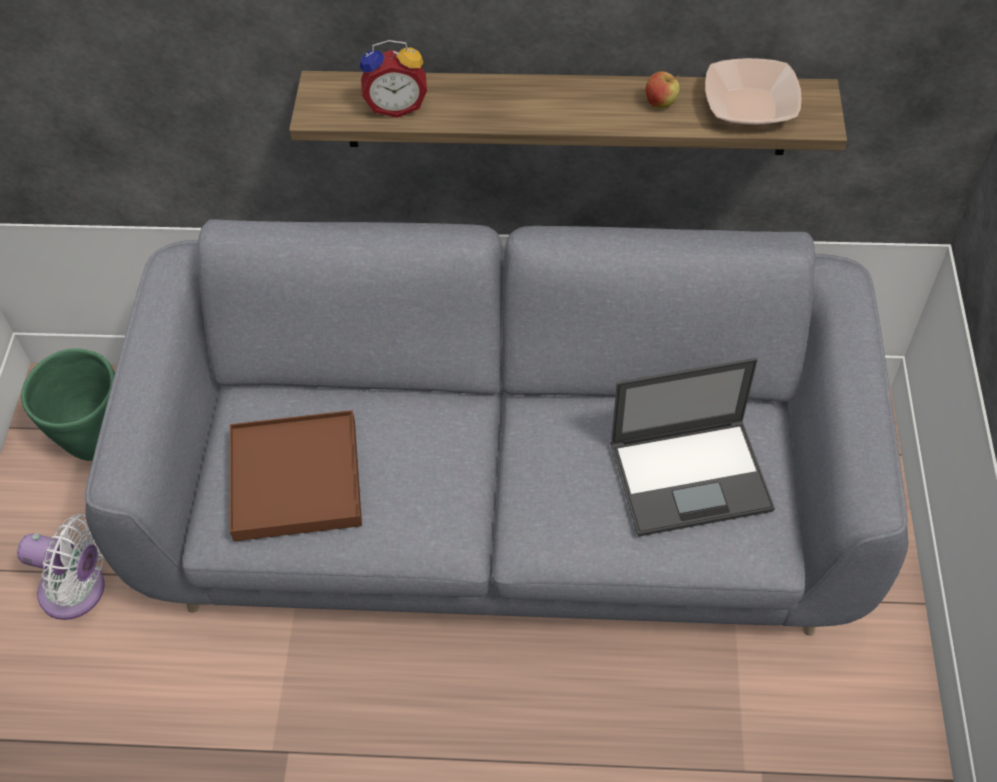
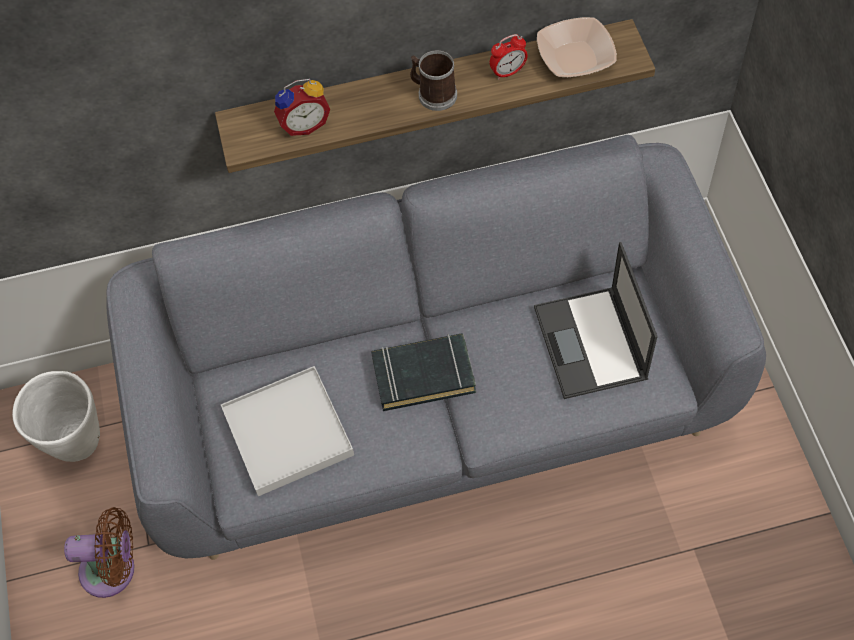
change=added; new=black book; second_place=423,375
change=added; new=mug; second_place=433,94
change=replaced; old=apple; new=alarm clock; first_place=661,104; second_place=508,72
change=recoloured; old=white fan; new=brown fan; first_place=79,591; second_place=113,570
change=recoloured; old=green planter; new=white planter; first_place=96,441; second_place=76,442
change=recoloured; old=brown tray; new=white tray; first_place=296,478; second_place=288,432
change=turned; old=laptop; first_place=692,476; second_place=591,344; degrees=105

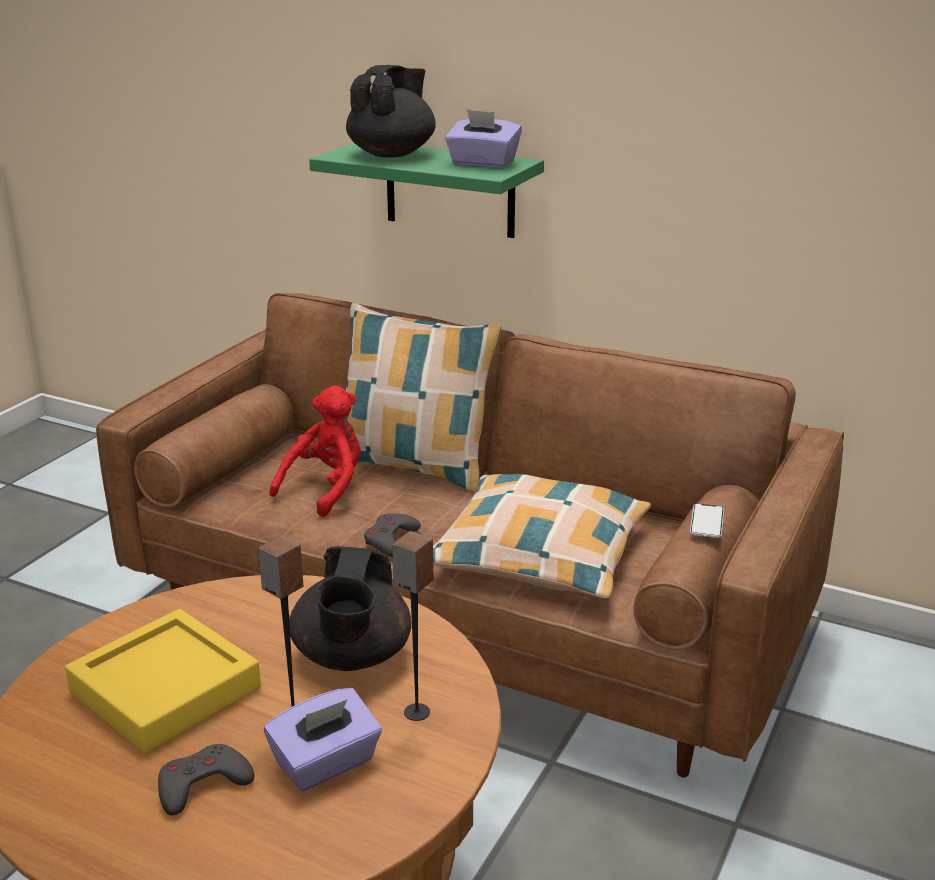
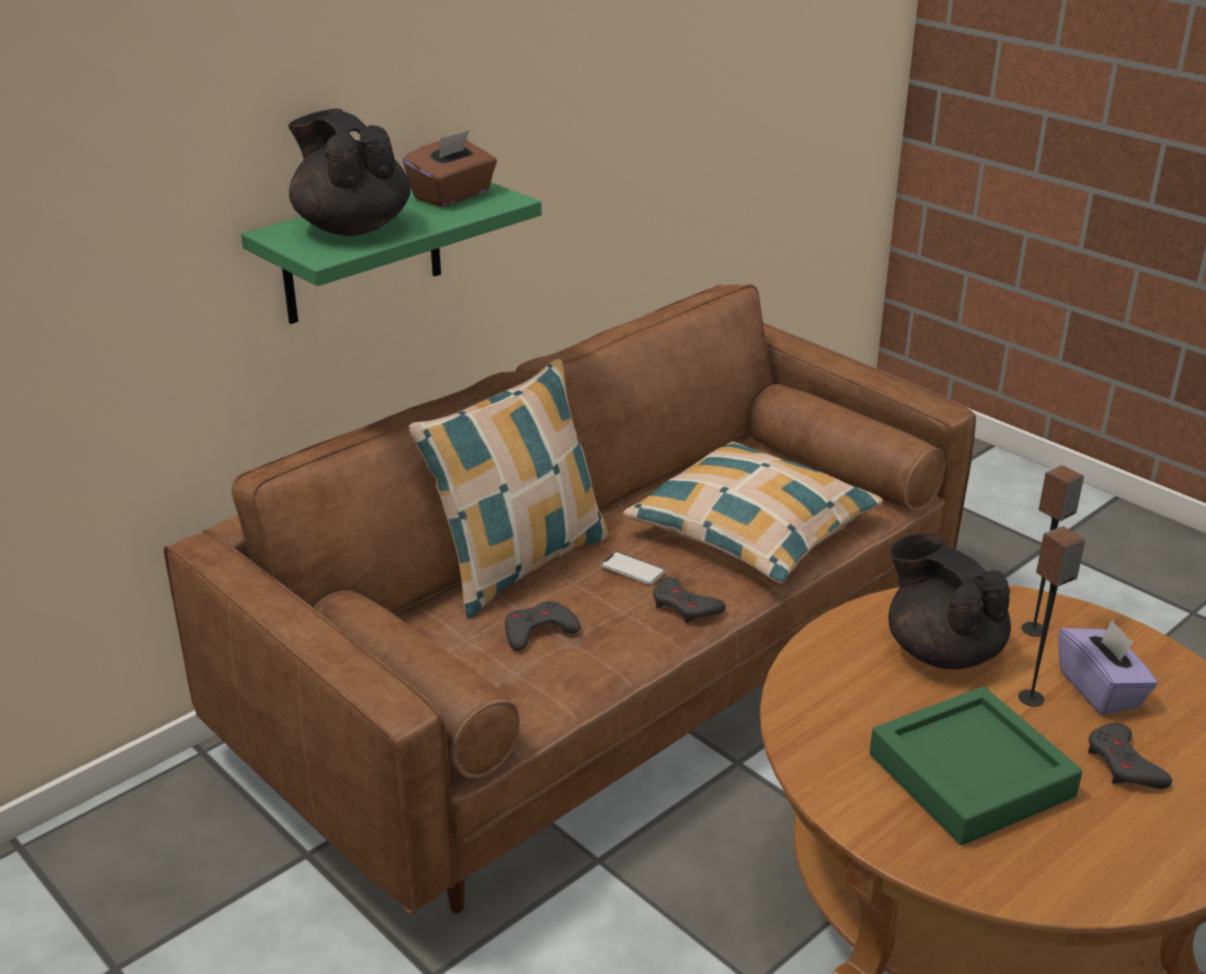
change=moved; old=phone; first_place=707,522; second_place=632,569
change=replaced; old=red plush toy; new=grey game controller; first_place=326,488; second_place=538,631
change=recoloured; old=yellow tray; new=green tray; first_place=165,690; second_place=970,775
change=recoloured; old=purple tissue box; new=brown tissue box; first_place=482,163; second_place=453,196
change=turned; old=black teapot; first_place=352,658; second_place=941,650; degrees=-150

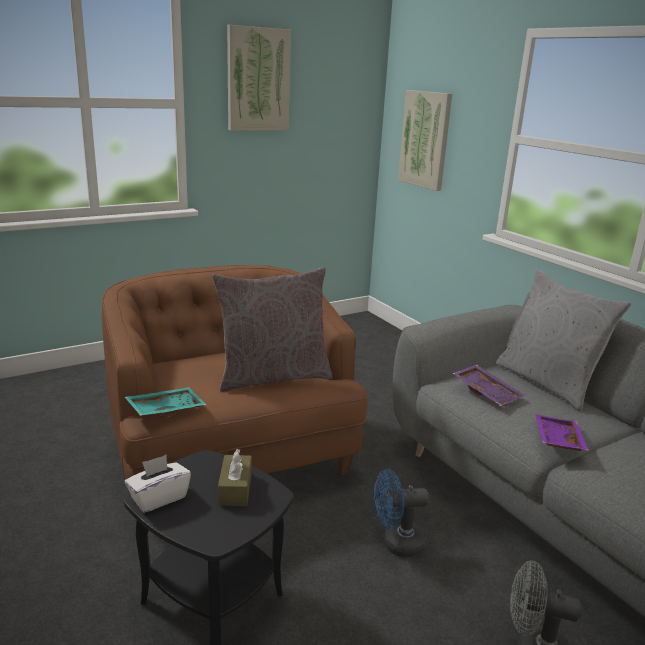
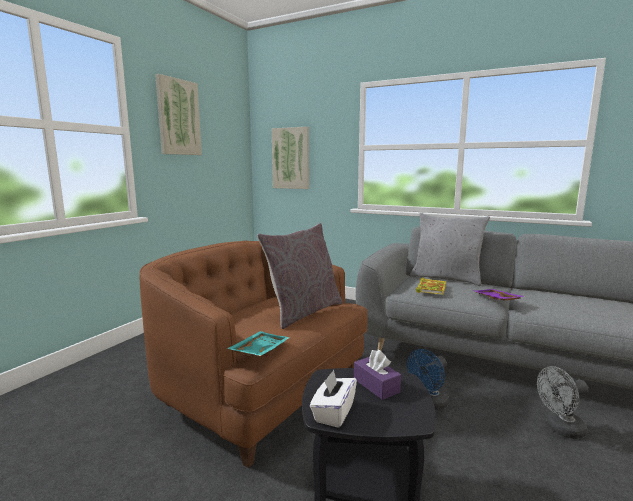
change=replaced; old=purple tray; new=book; first_place=487,392; second_place=431,288
change=recoloured; old=brown tissue box; new=purple tissue box; first_place=235,489; second_place=376,385

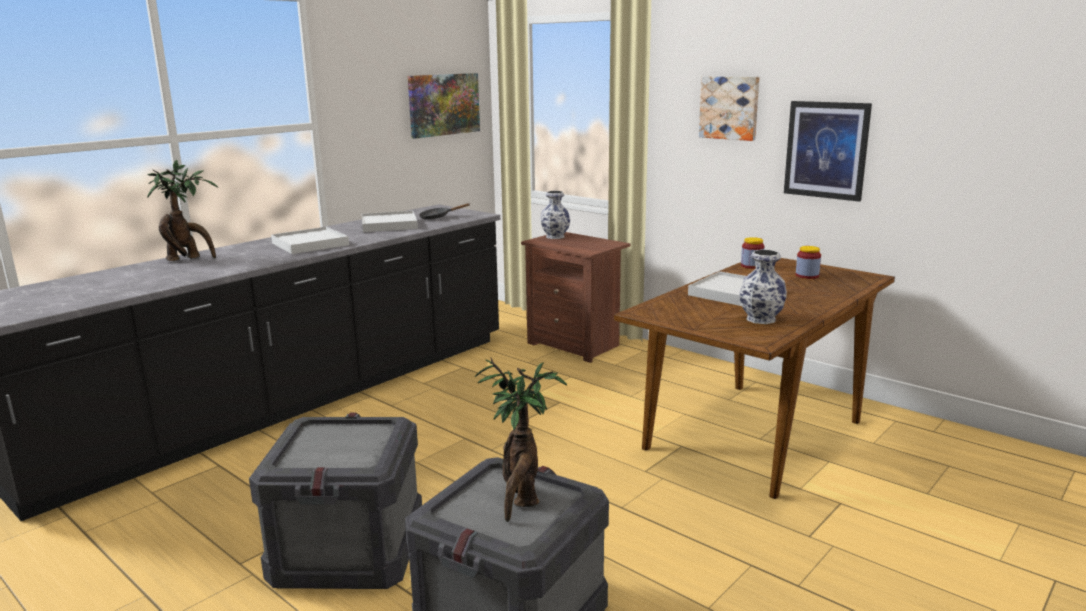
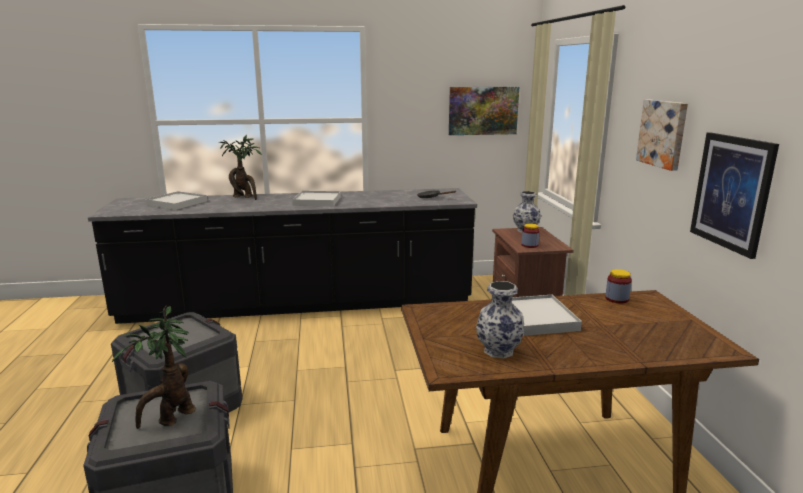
change=moved; old=white tray; first_place=389,225; second_place=176,203
change=moved; old=jar; first_place=807,275; second_place=529,245

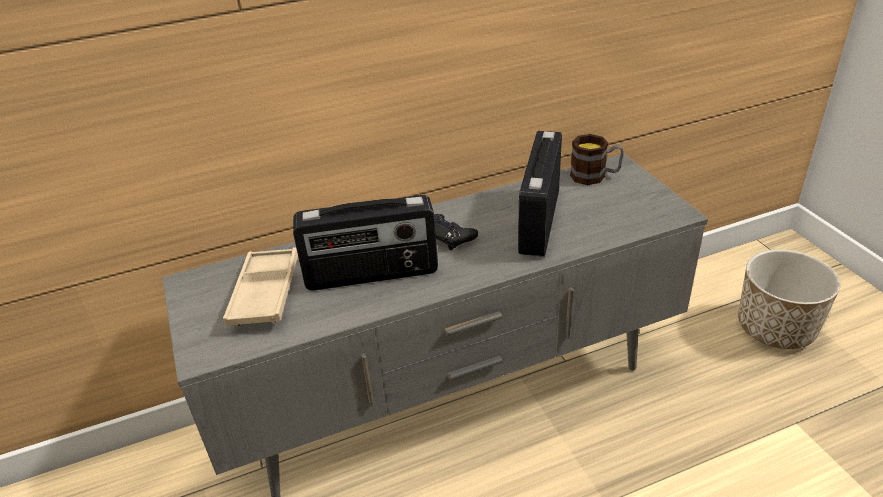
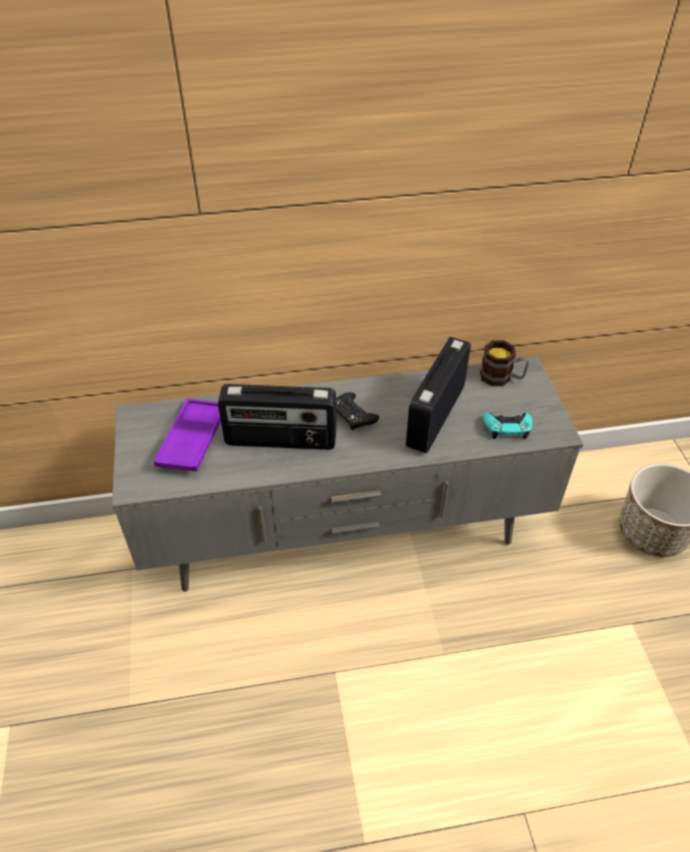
change=added; new=turquoise game controller; second_place=507,427
change=recoloured; old=beige tray; new=purple tray; first_place=265,292; second_place=193,439

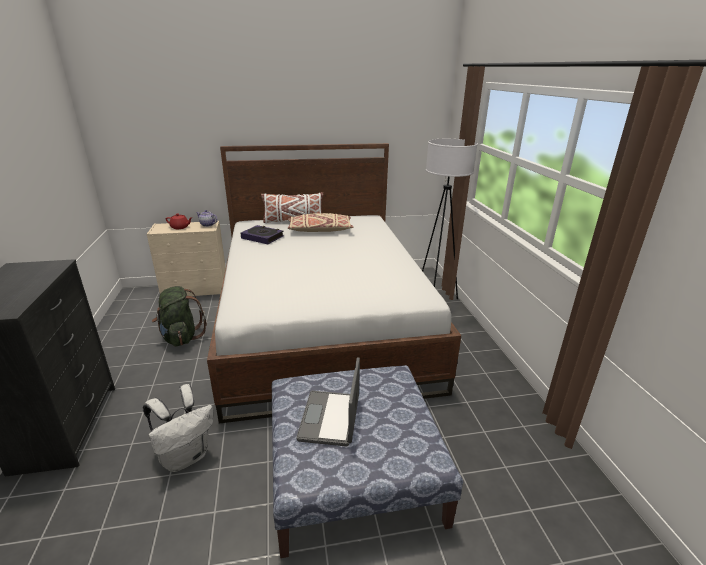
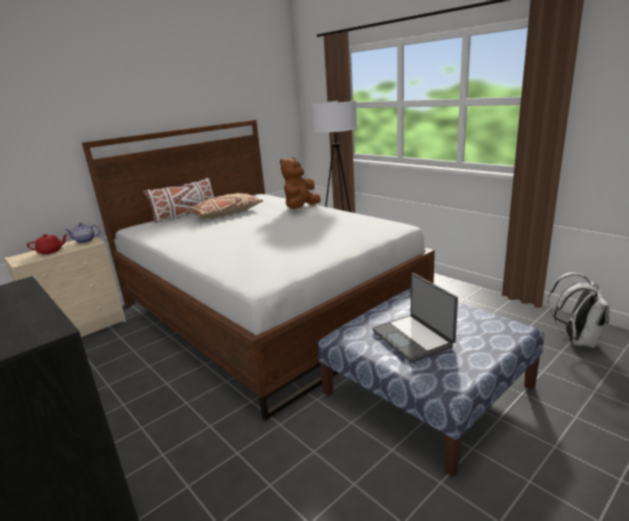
change=removed; old=green backpack; first_place=181,337
change=removed; old=book; first_place=262,237
change=added; new=brown plush toy; second_place=301,208
change=moved; old=white backpack; first_place=186,456; second_place=577,340

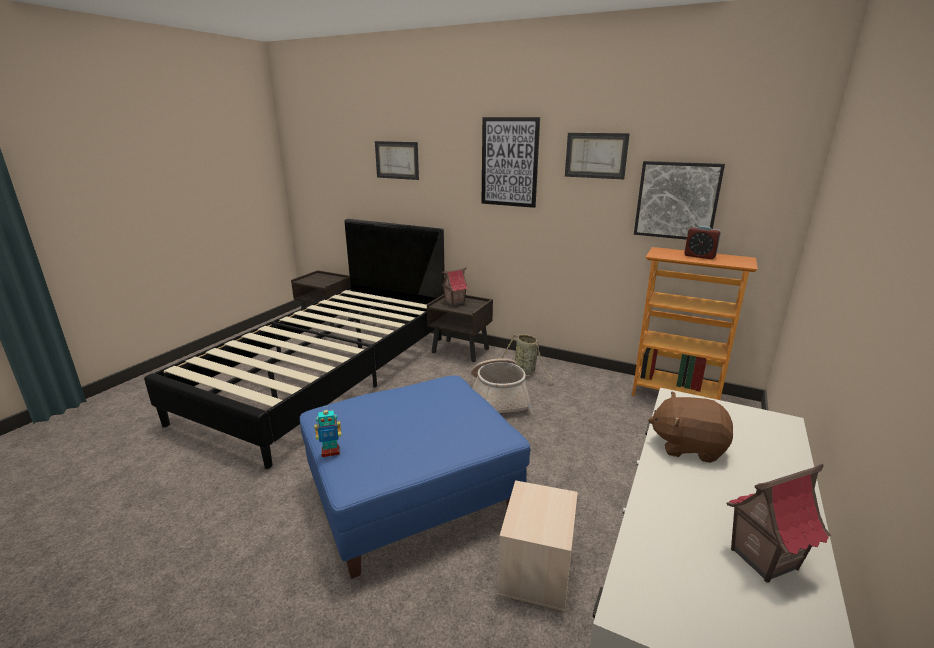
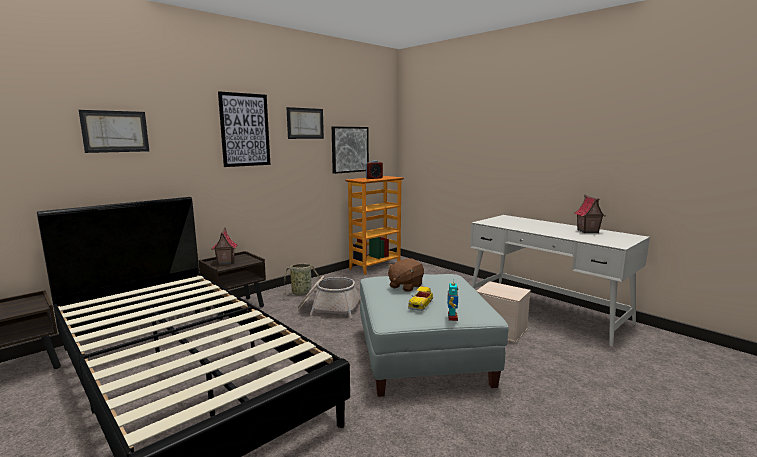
change=added; new=toy car; second_place=421,304
change=moved; old=brown plush toy; first_place=688,446; second_place=405,286
change=recoloured; old=blue ottoman; new=grey ottoman; first_place=412,493; second_place=421,355

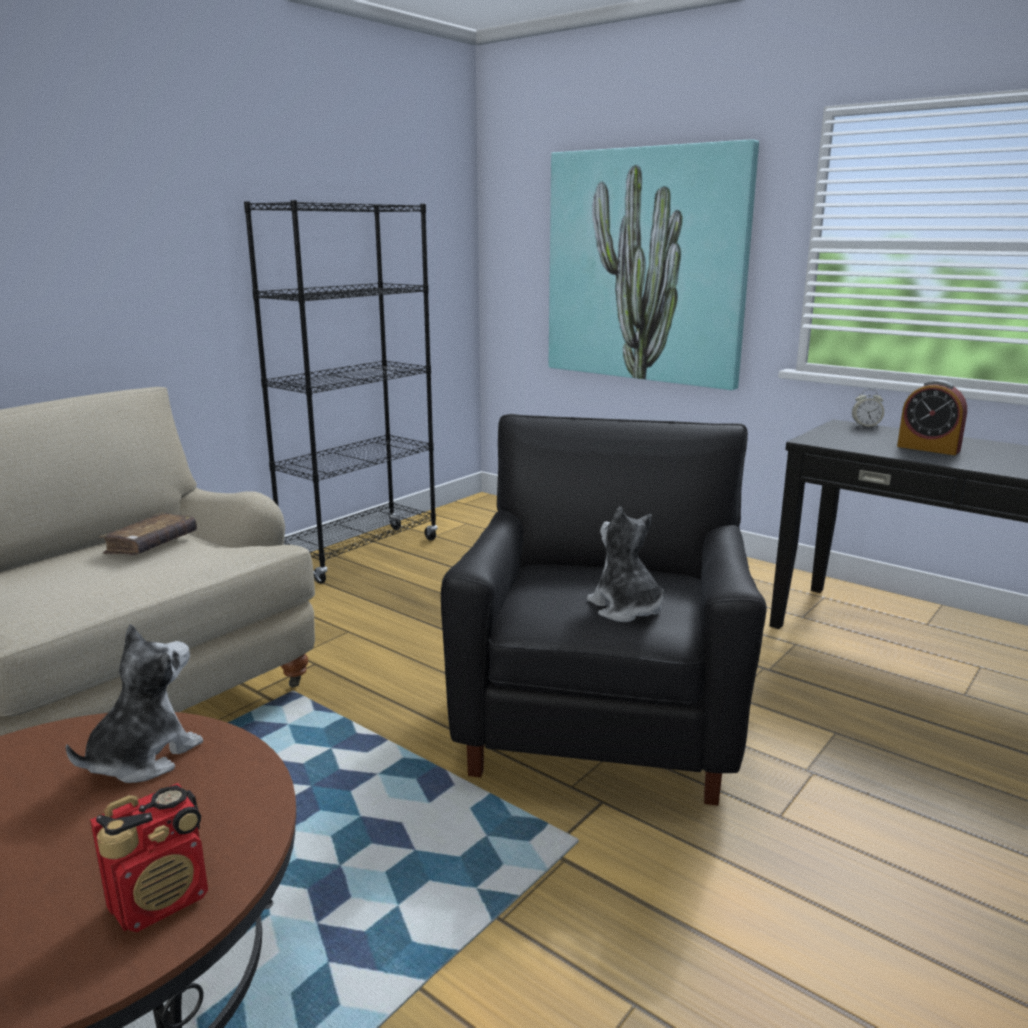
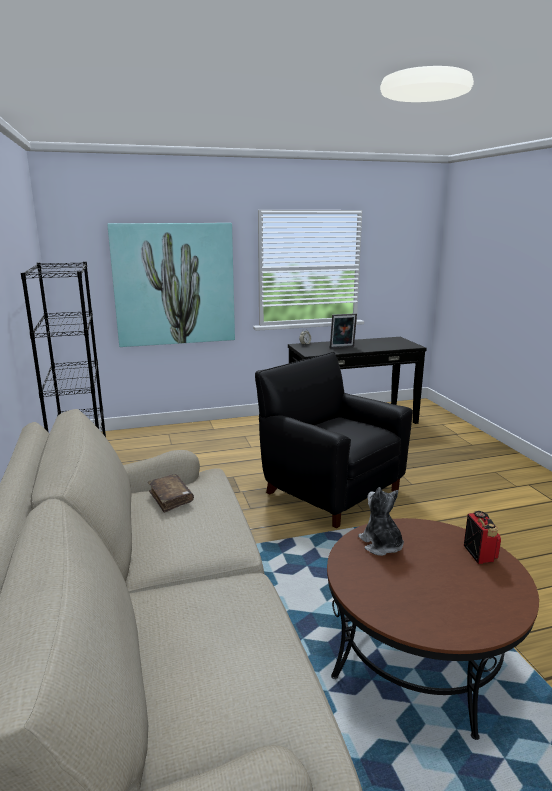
change=removed; old=plush toy; first_place=626,609
change=replaced; old=alarm clock; new=picture frame; first_place=928,448; second_place=342,347

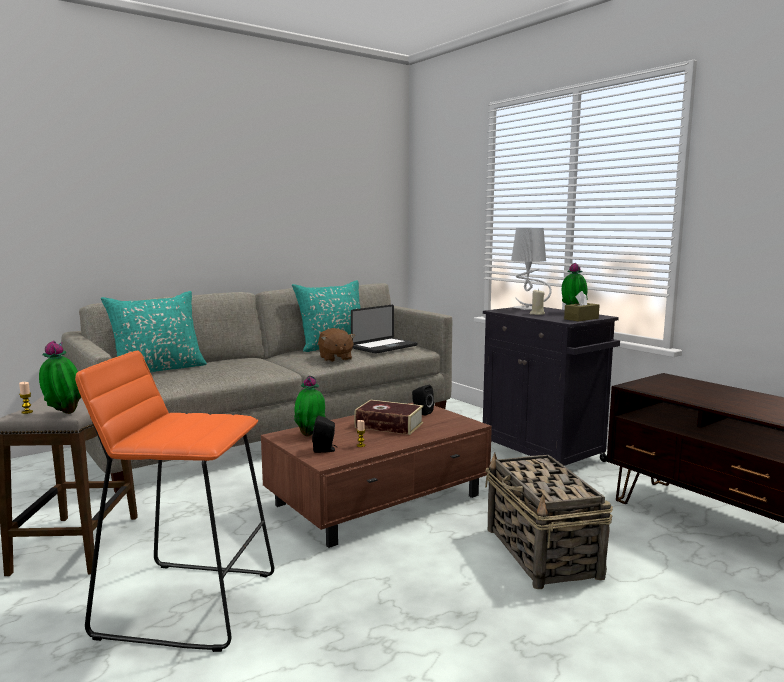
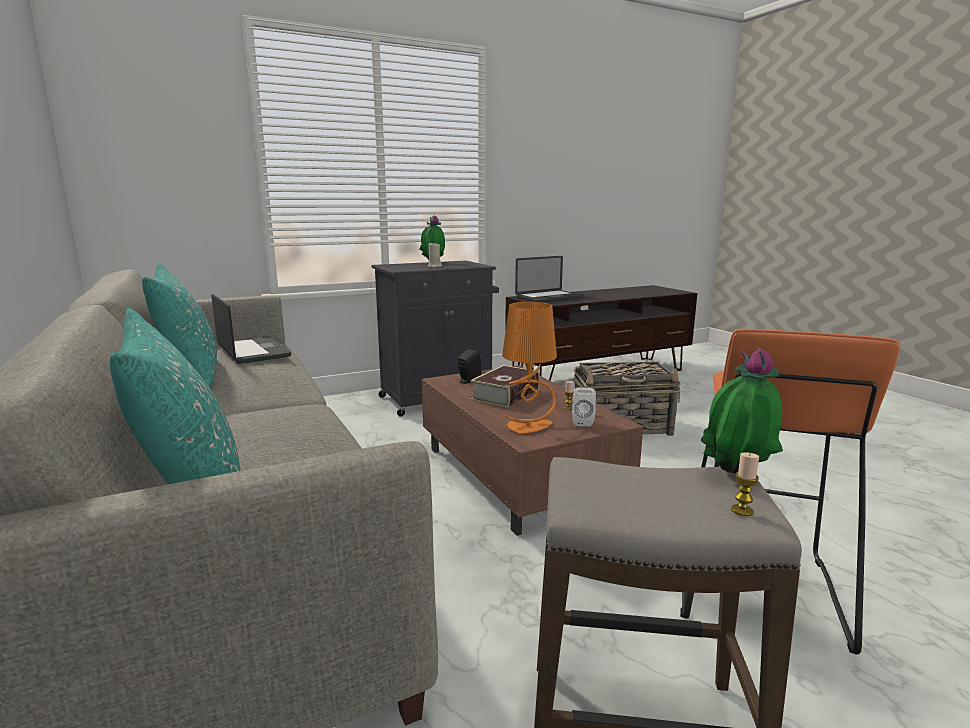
change=removed; old=brown plush toy; first_place=335,358
change=removed; old=grey table lamp; first_place=528,309
change=removed; old=brown tissue box; first_place=581,319
change=added; new=laptop; second_place=549,298
change=replaced; old=potted plant; new=orange table lamp; first_place=310,435; second_place=529,427
change=recoloured; old=black speaker; new=white speaker; first_place=325,450; second_place=582,422

